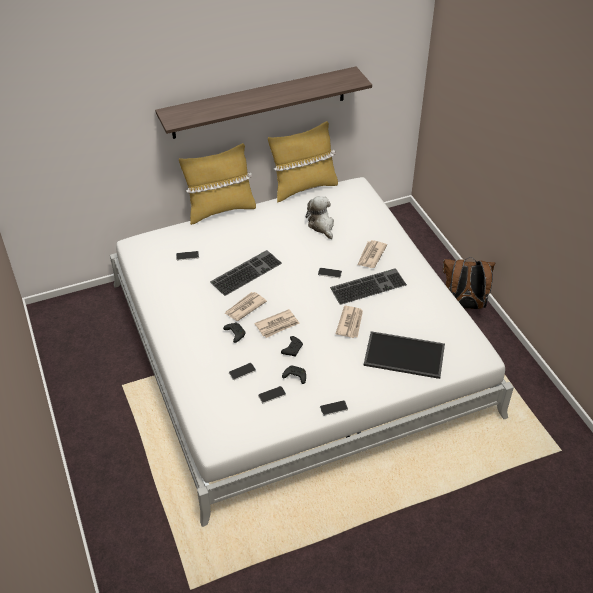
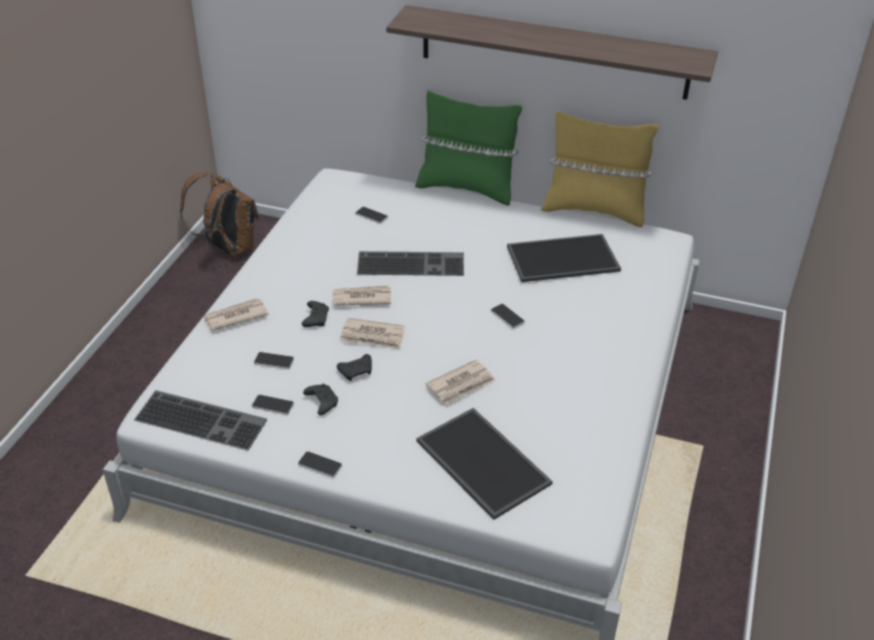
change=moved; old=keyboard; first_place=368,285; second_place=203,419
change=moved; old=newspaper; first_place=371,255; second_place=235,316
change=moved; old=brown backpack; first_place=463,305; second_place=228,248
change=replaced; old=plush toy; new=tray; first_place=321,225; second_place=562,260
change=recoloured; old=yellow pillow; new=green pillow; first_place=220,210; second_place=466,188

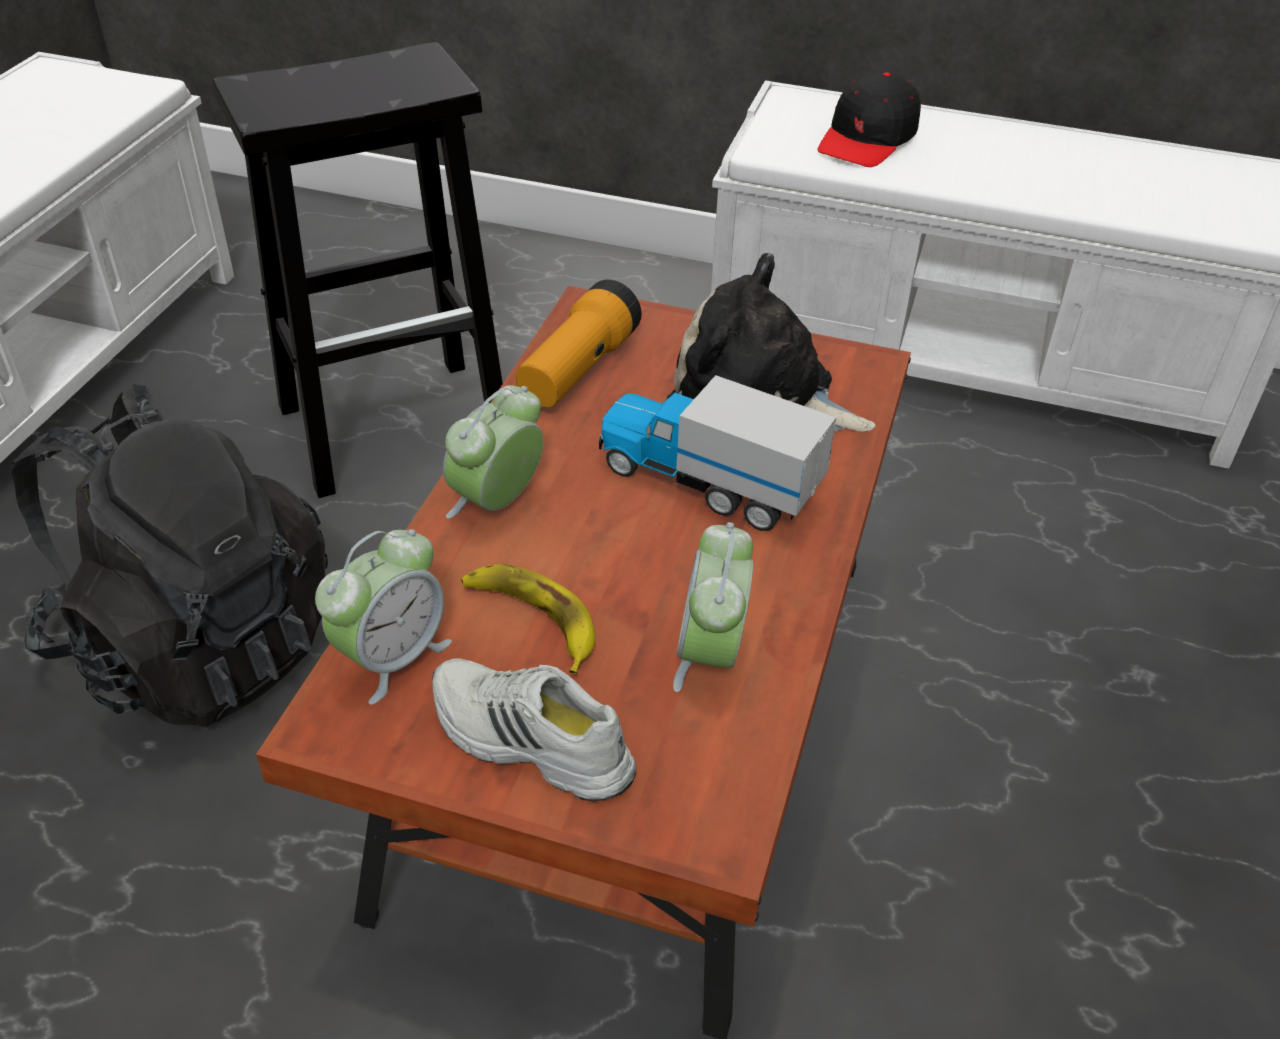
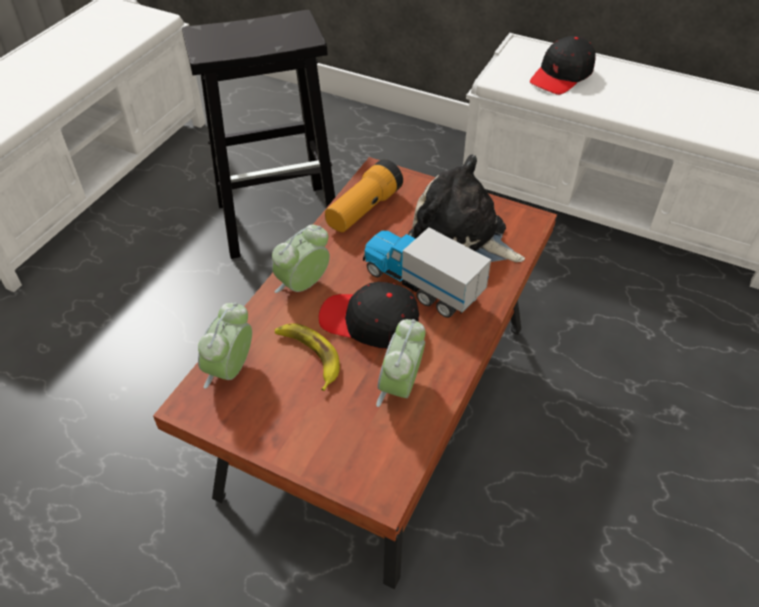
change=removed; old=black backpack; first_place=196,645
change=removed; old=white shoe; first_place=528,742
change=added; new=black cap; second_place=369,322
change=turned; old=alarm clock; first_place=392,657; second_place=231,370; degrees=150

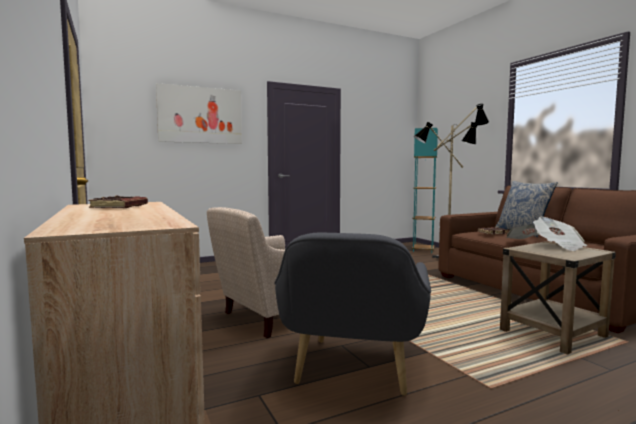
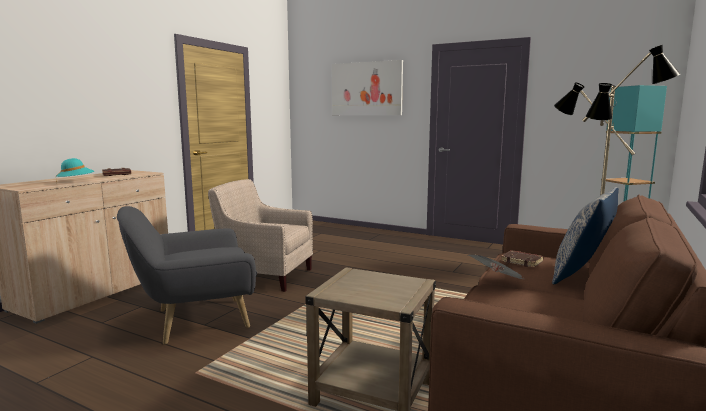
change=removed; old=newspaper; first_place=558,246
change=added; new=turquoise hat; second_place=76,182

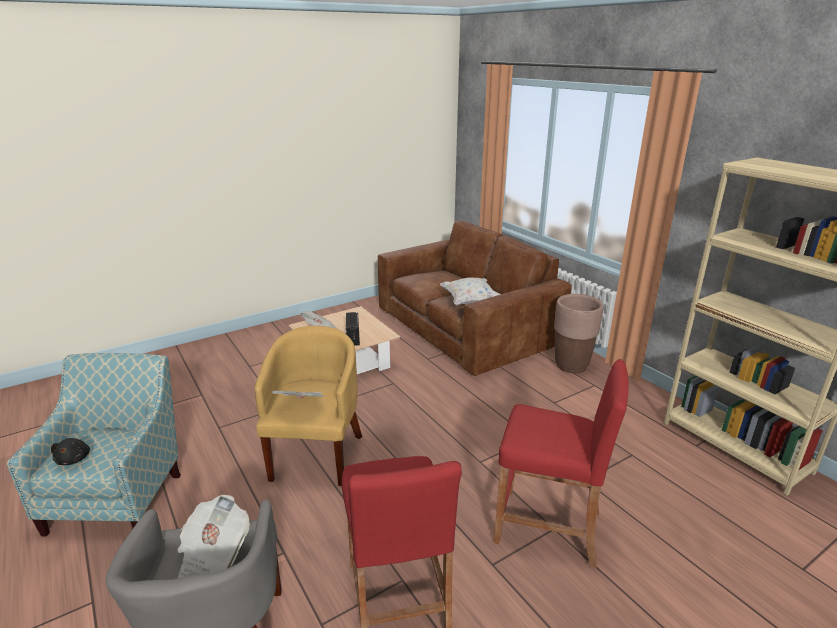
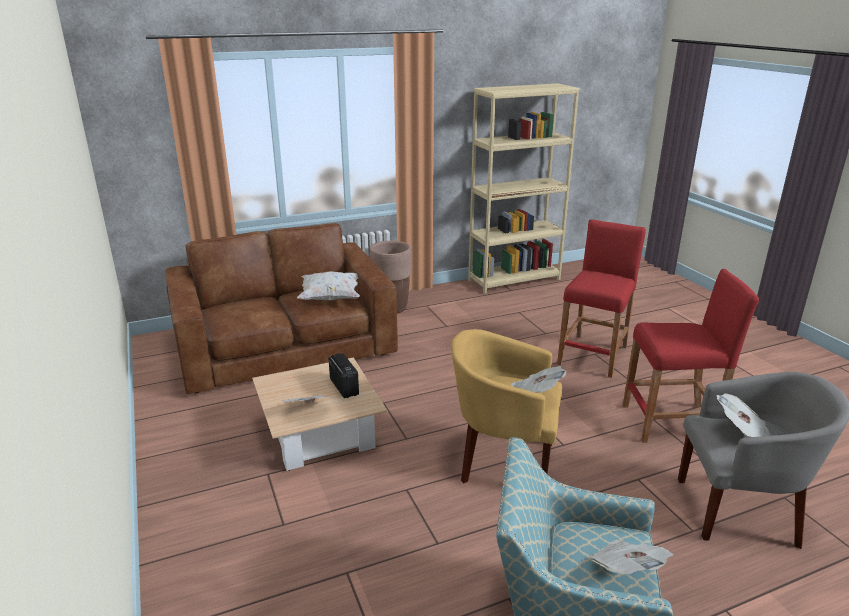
change=replaced; old=black plush toy; new=newspaper; first_place=74,459; second_place=627,570
change=turned; old=radio; first_place=353,338; second_place=344,386; degrees=-120

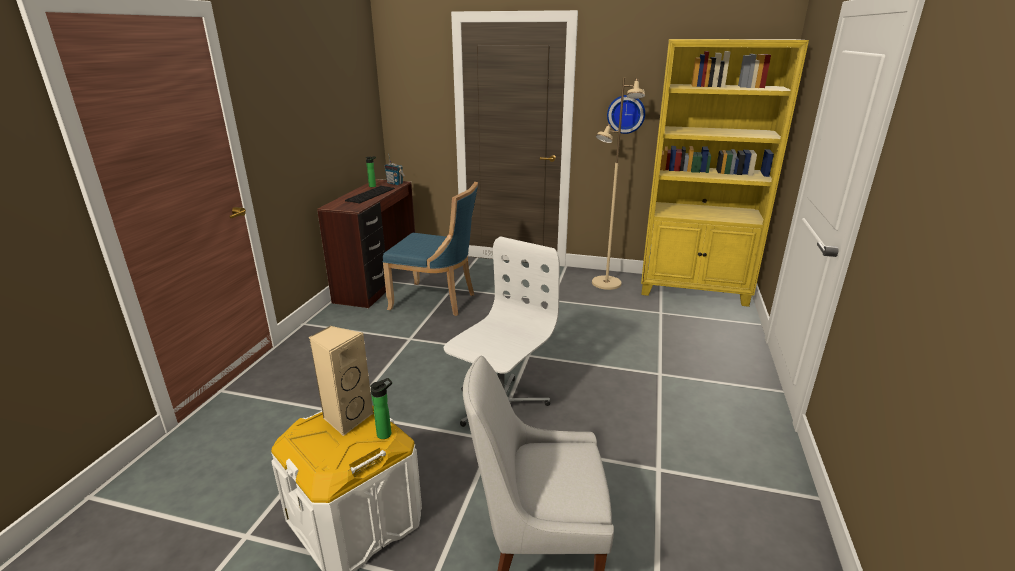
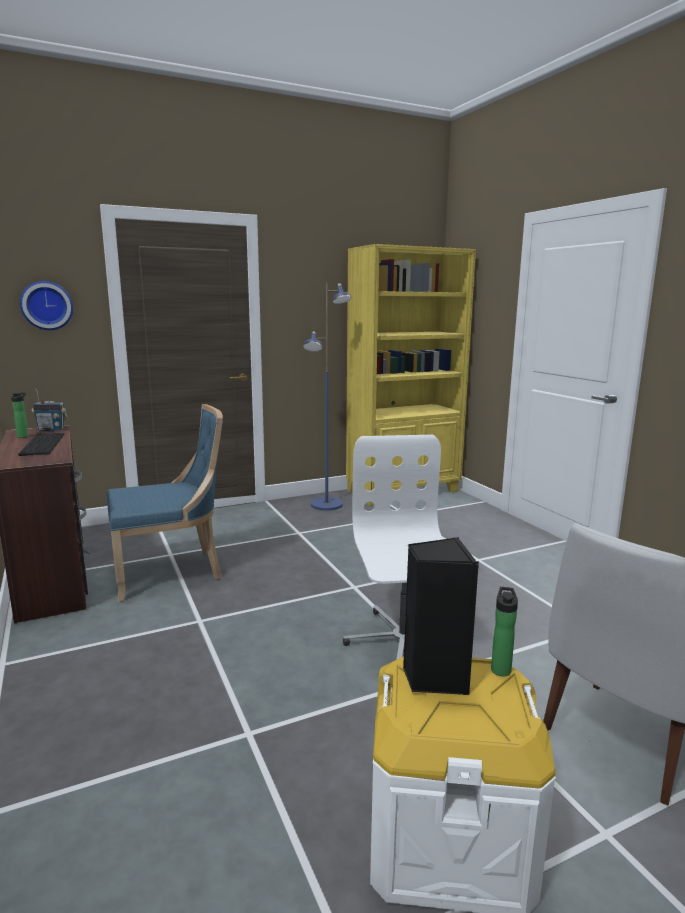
change=moved; old=wall clock; first_place=626,114; second_place=47,305
change=recoloured; old=beige speaker; new=black speaker; first_place=346,418; second_place=434,678
change=recoloured; old=beige floor lamp; new=blue floor lamp; first_place=606,283; second_place=327,505

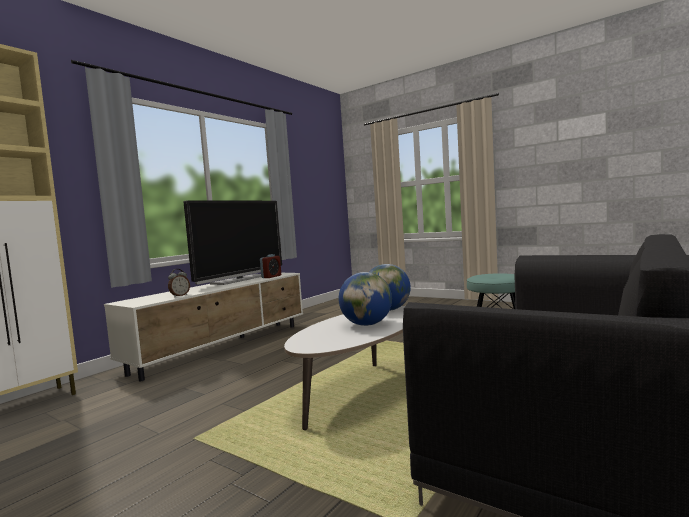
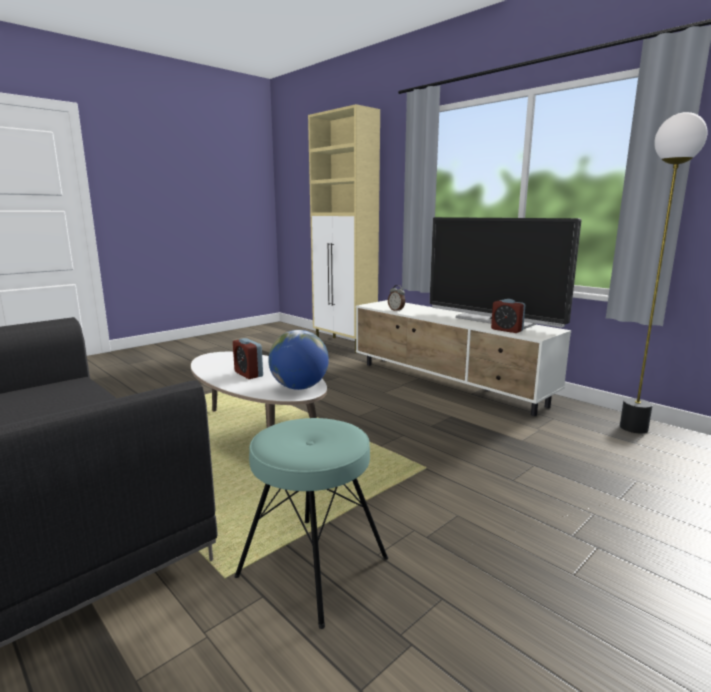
change=added; new=floor lamp; second_place=634,428
change=replaced; old=globe; new=alarm clock; first_place=366,324; second_place=248,374

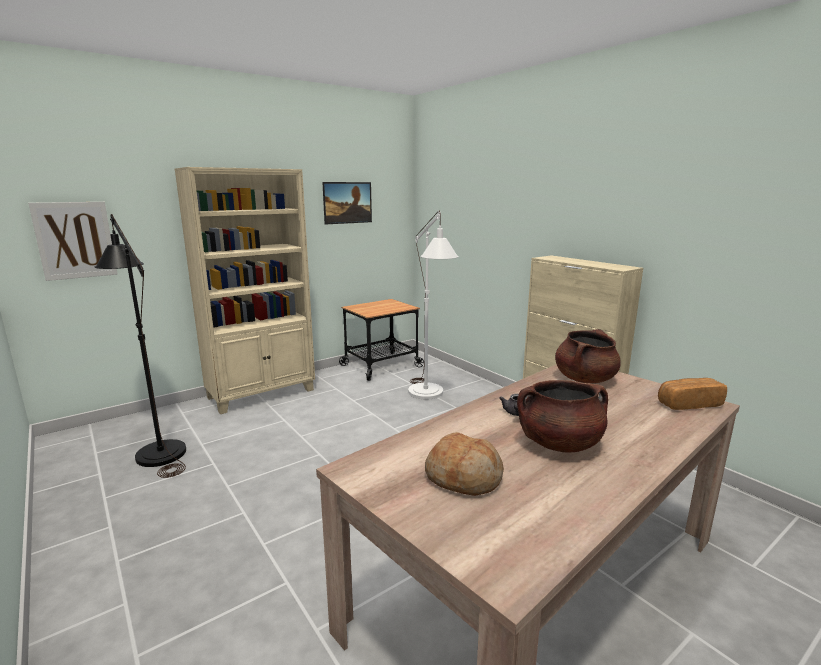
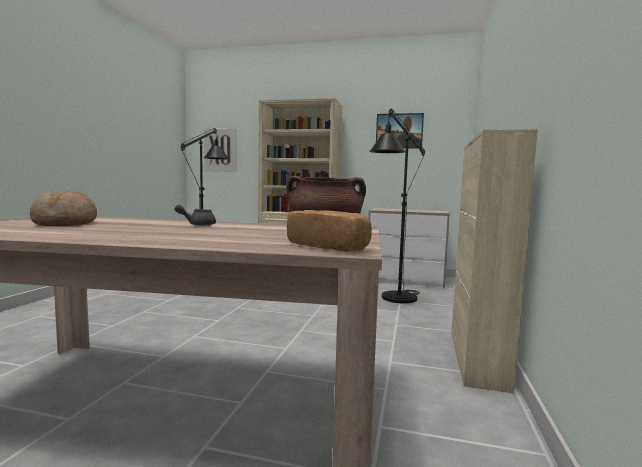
change=removed; old=brown cooking pot; first_place=559,443
change=replaced; old=cart; new=dresser; first_place=381,366; second_place=405,279
change=recoloured; old=white floor lamp; new=black floor lamp; first_place=428,396; second_place=394,300

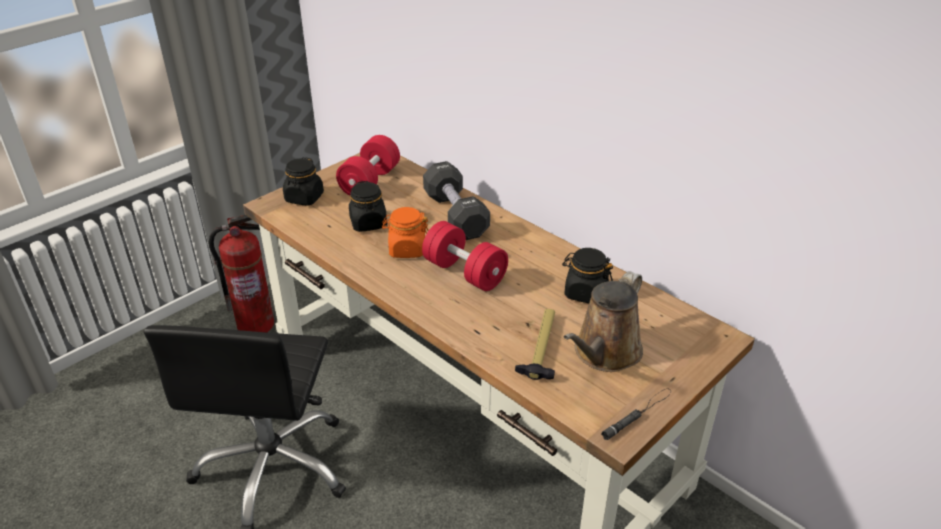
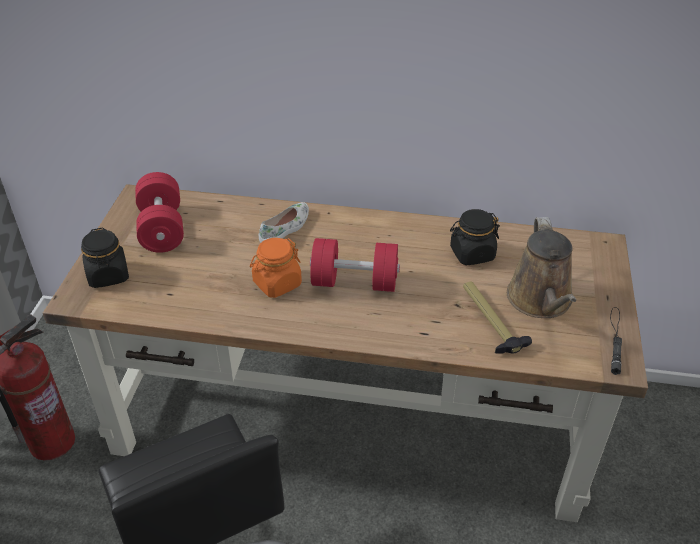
change=removed; old=black jar; first_place=368,223
change=replaced; old=black dumbbell; new=white shoe; first_place=455,215; second_place=285,229

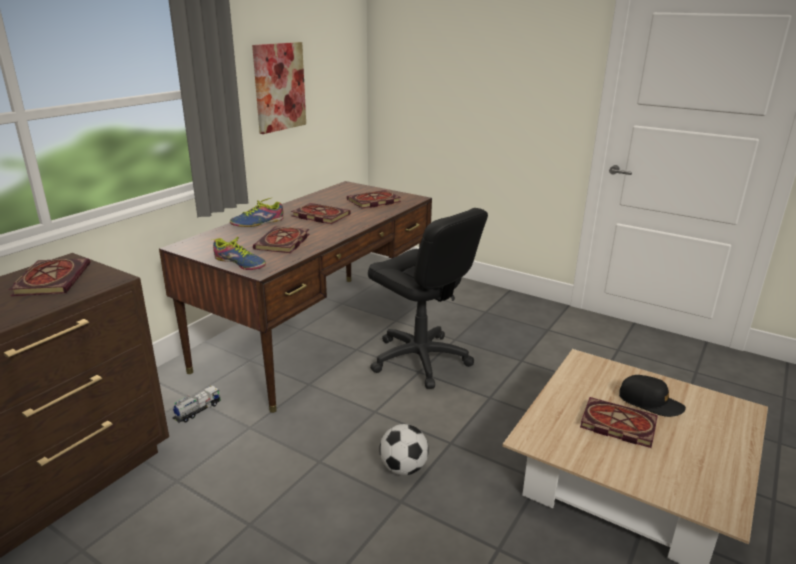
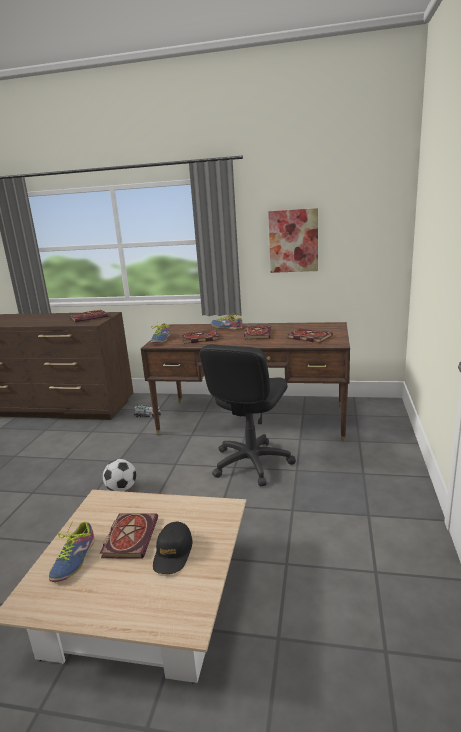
change=added; new=shoe; second_place=74,559

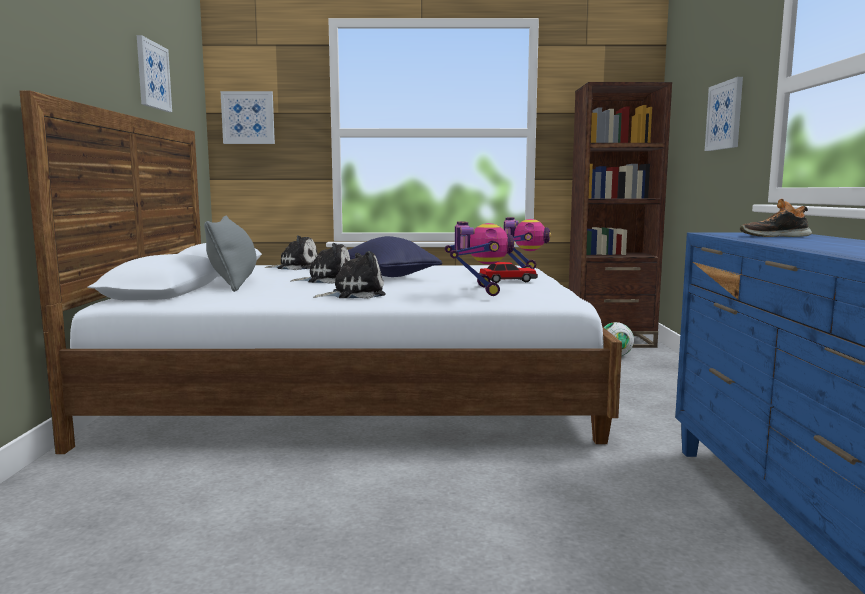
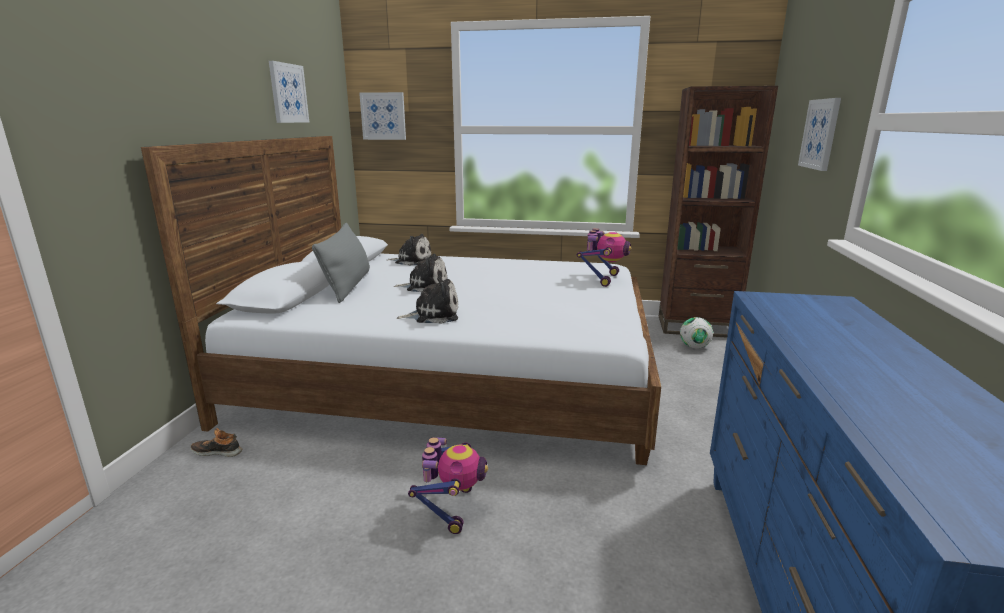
change=removed; old=blue pillow; first_place=388,275
change=removed; old=toy car; first_place=508,281
change=moved; old=toy robot; first_place=478,290; second_place=451,508
change=moved; old=shoe; first_place=774,236; second_place=218,451

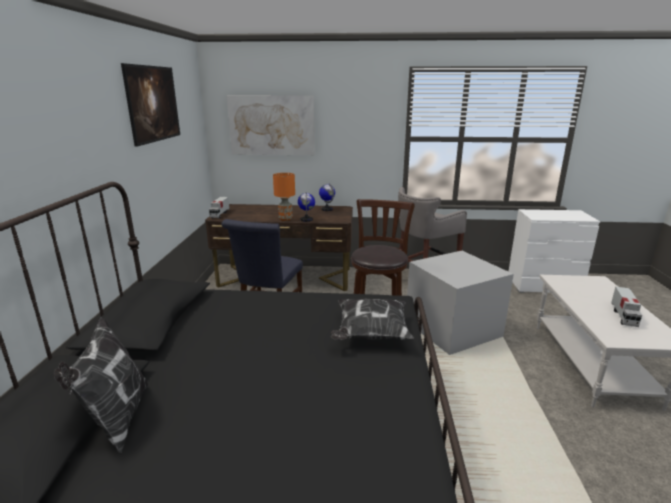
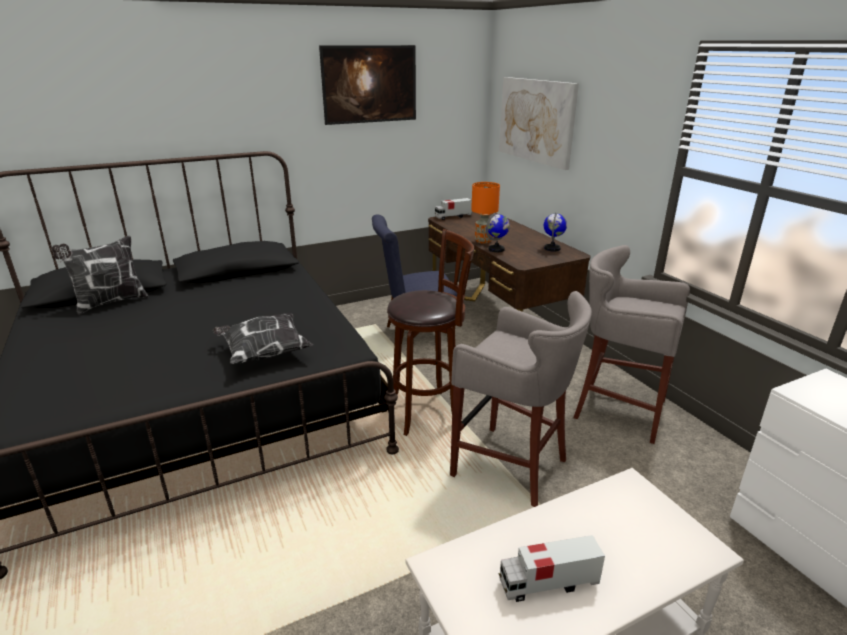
change=replaced; old=grey storage box; new=grey stool; first_place=454,329; second_place=513,467

